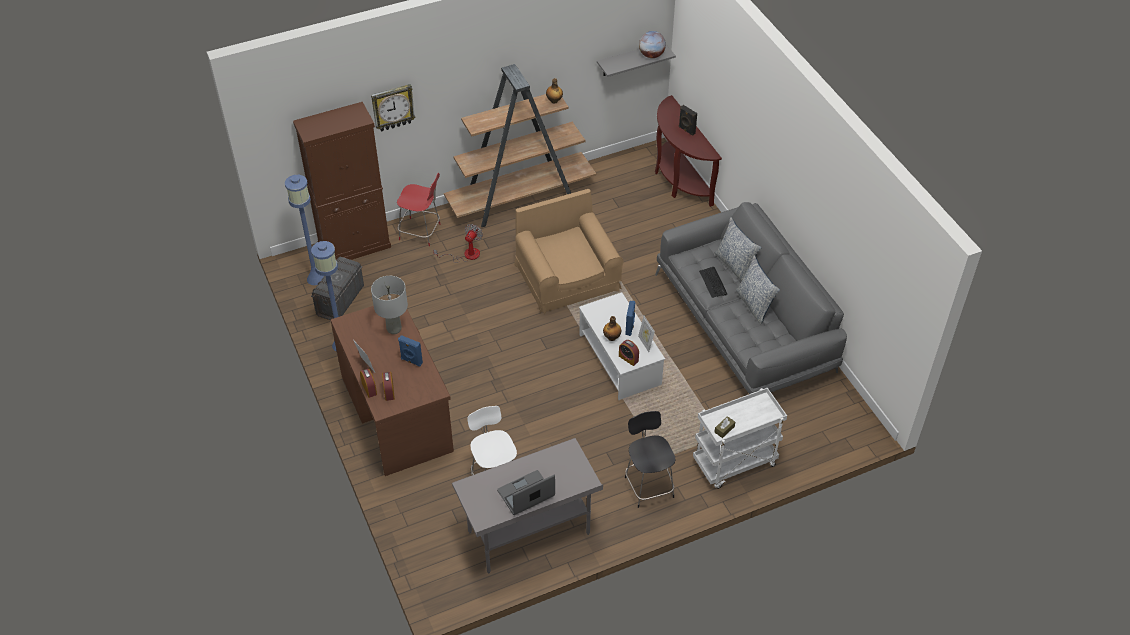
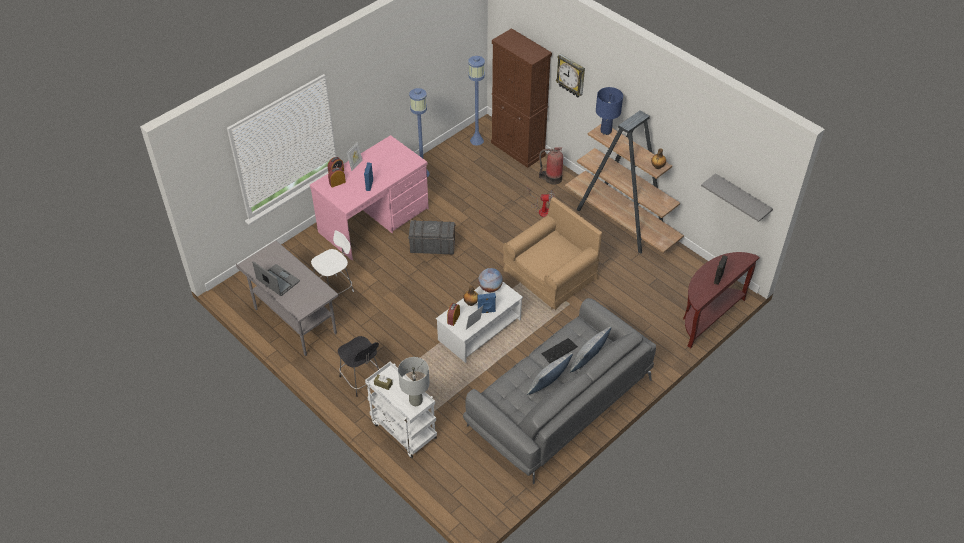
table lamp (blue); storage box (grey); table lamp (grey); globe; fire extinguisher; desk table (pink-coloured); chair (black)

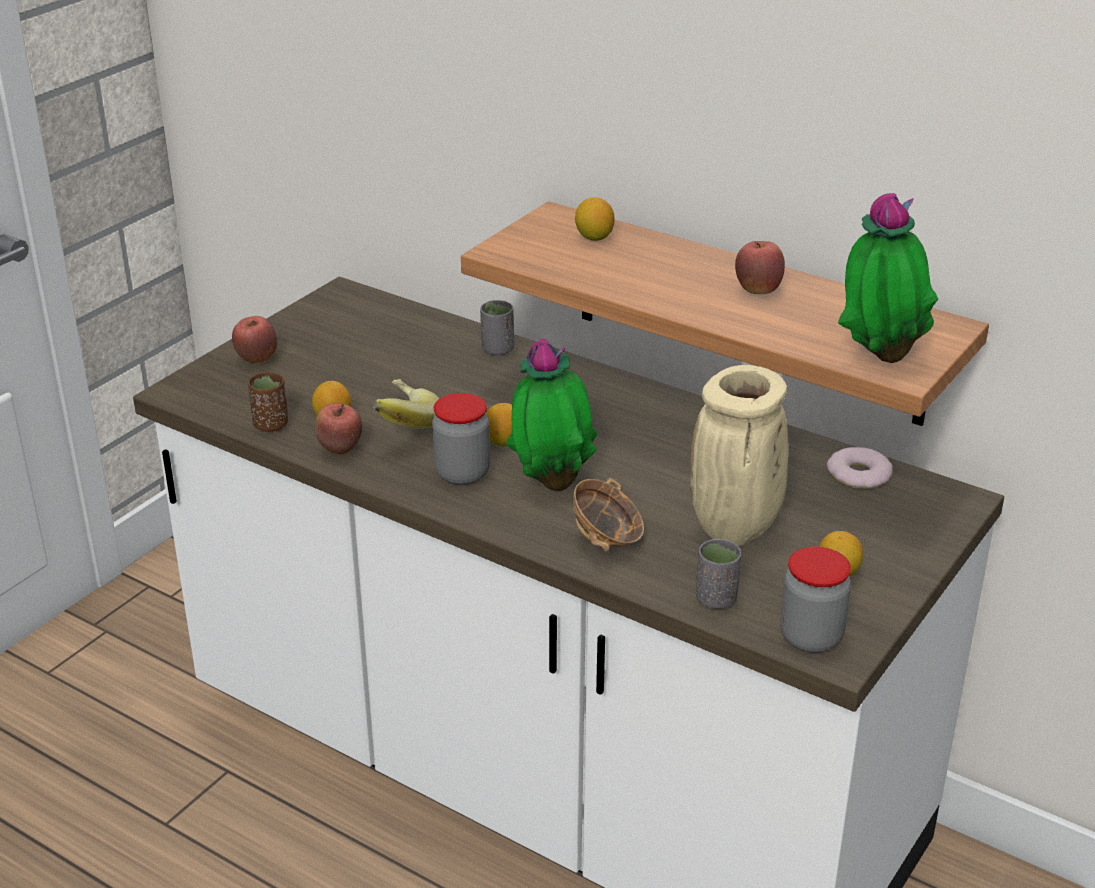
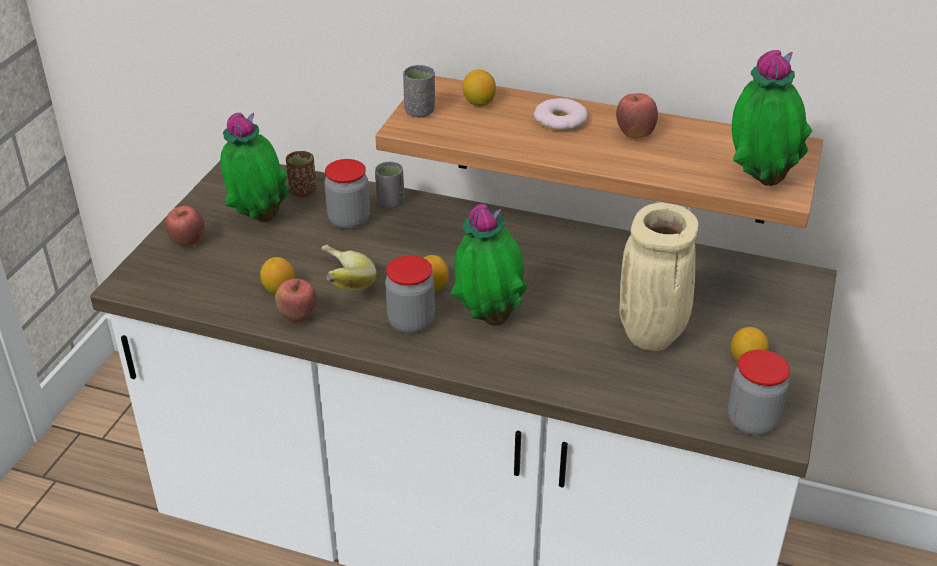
deep dish; plant in a pot (no. 1 from left); storage jar (no. 1 from left); cup (brown); cup (grey) (no. 2 from left); ring doughnut

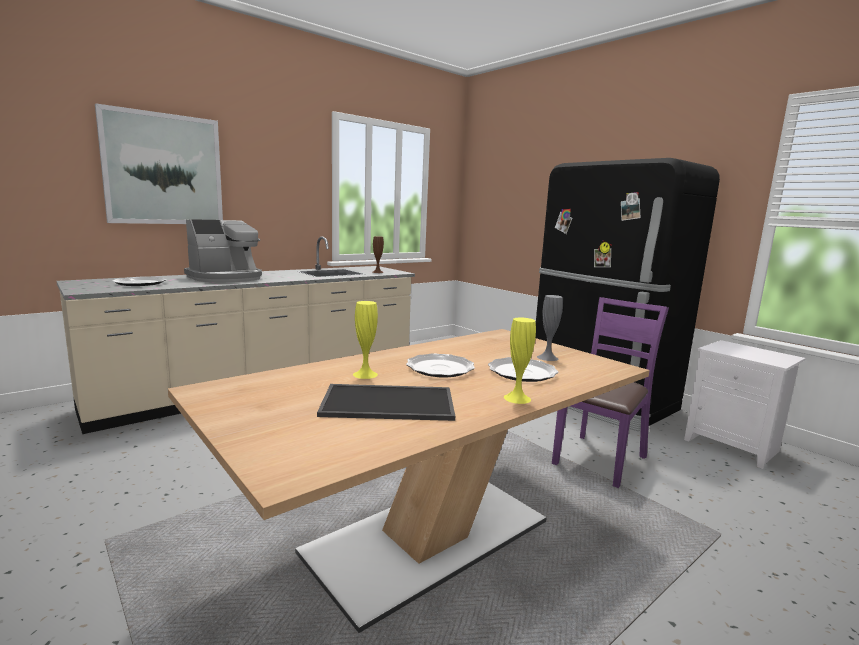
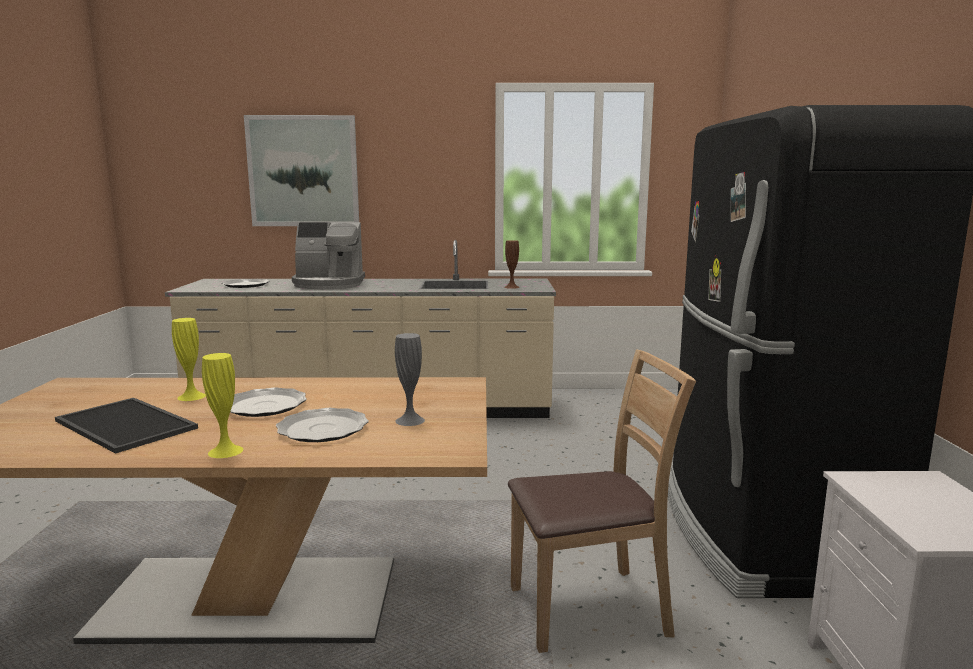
chair (brown)

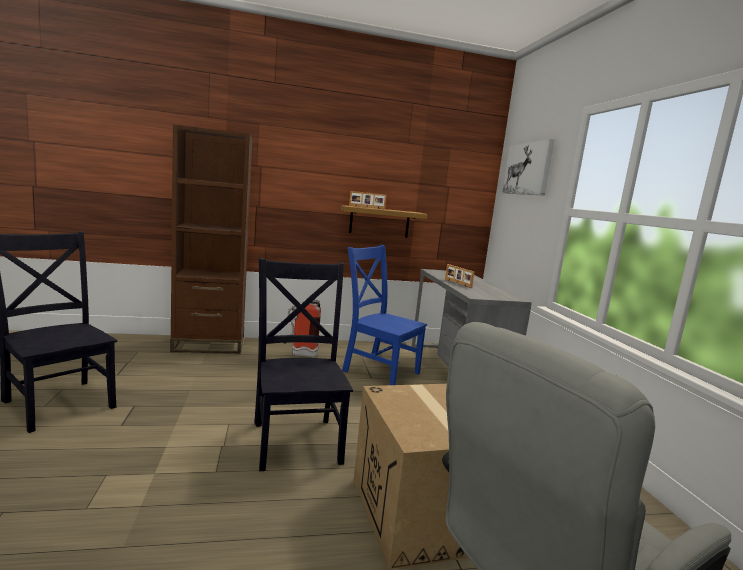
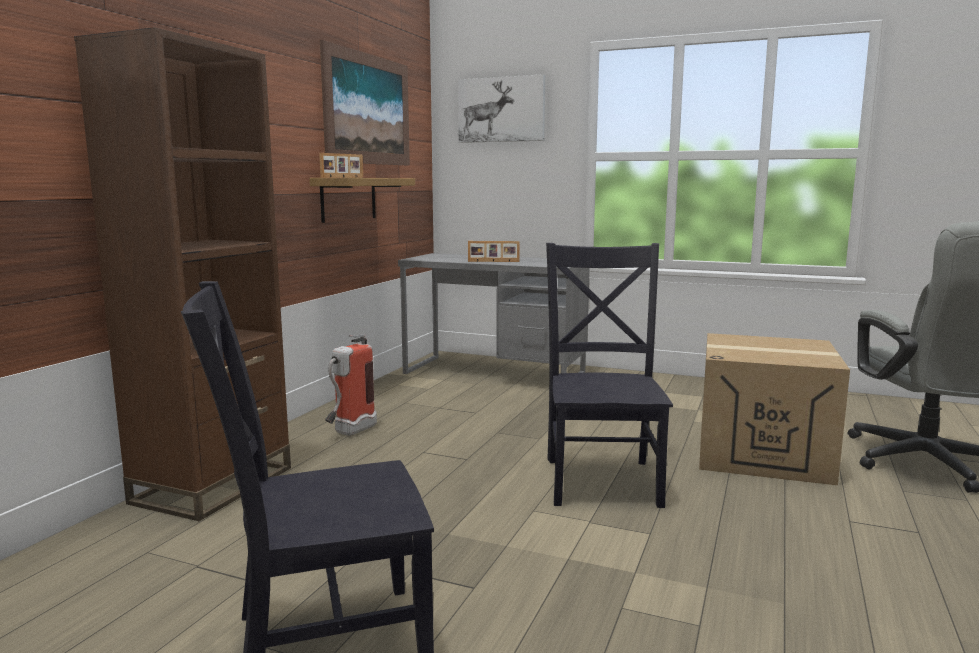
chair (blue); wall art (no. 1 from left); chair (black) (no. 2 from left)

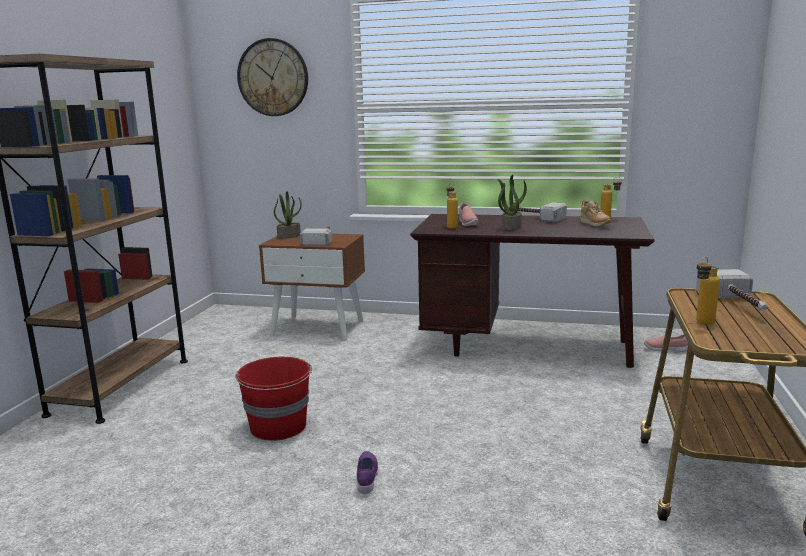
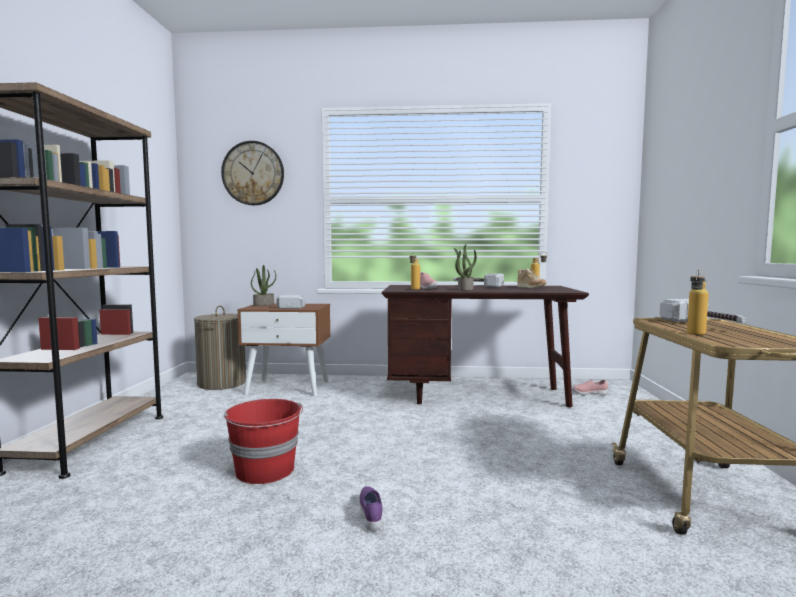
washing basket

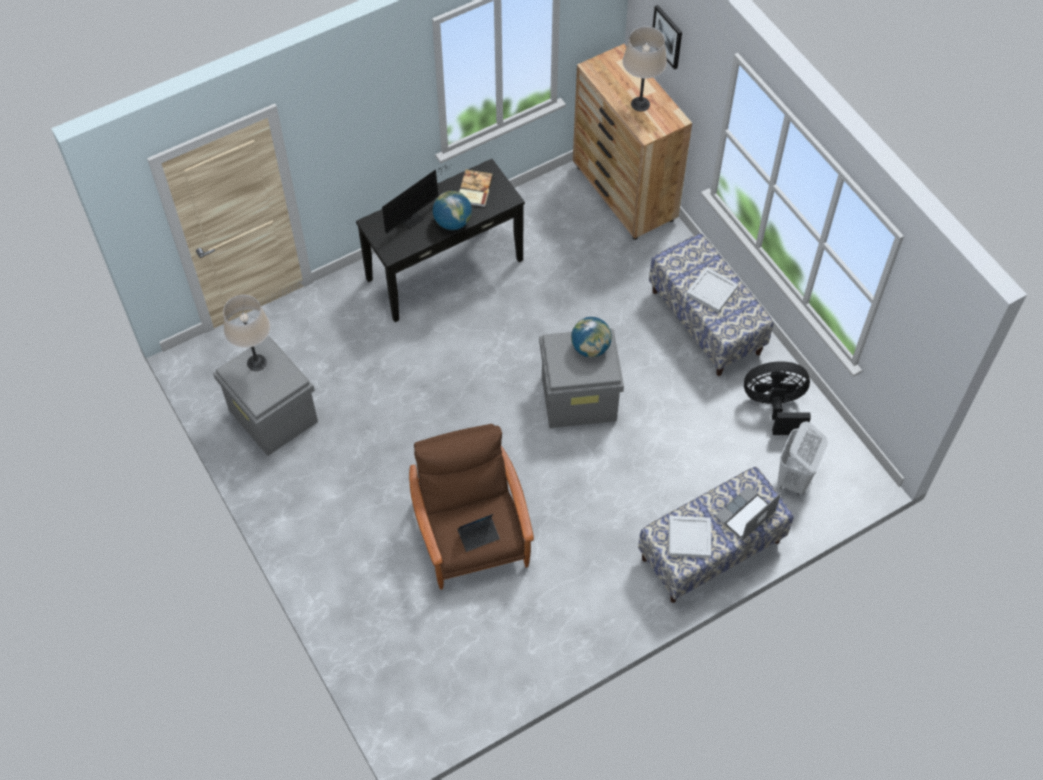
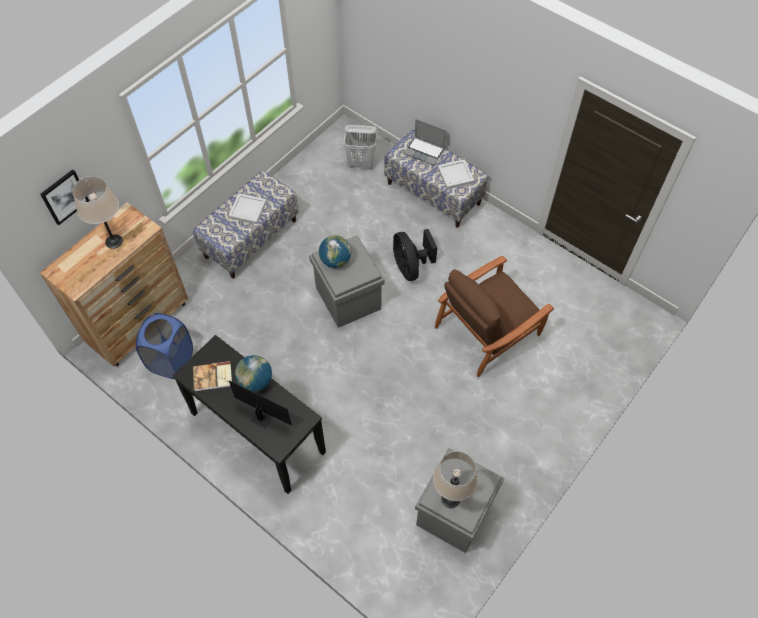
laptop (no. 1 from left in the first image); washing basket (blue); fan (black)

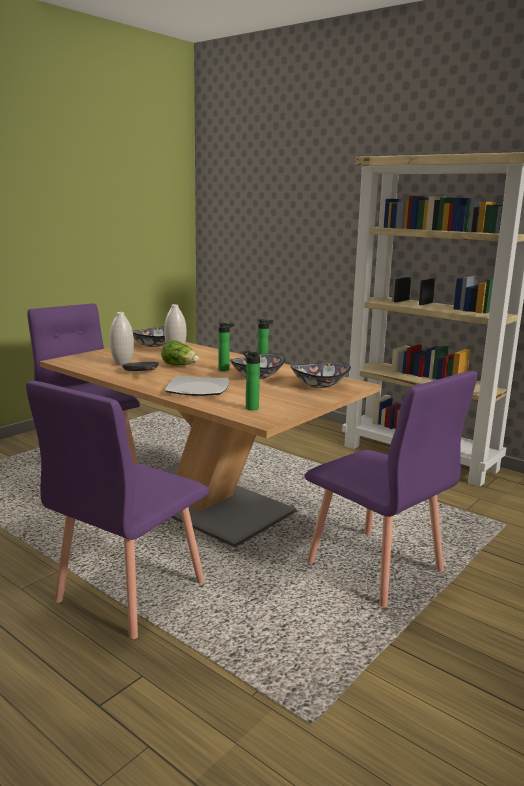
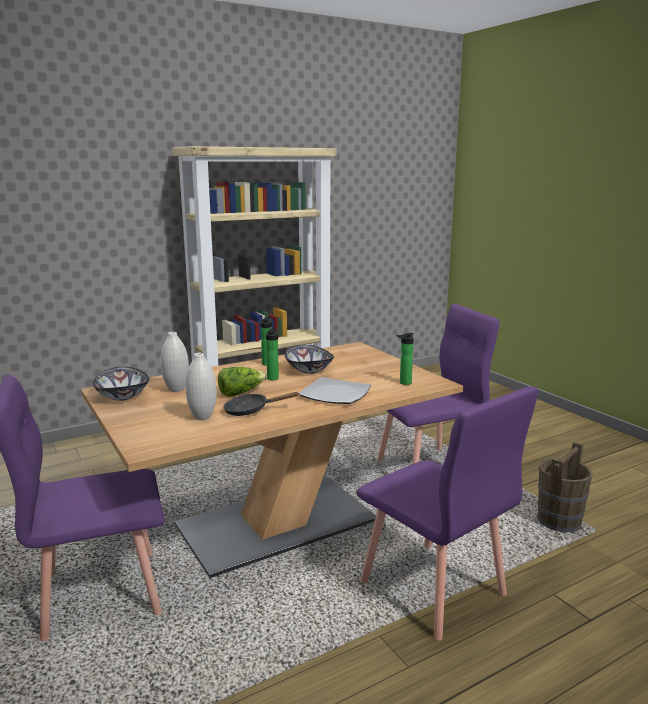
deep dish (no. 3 from left in the first image); bucket (brown)

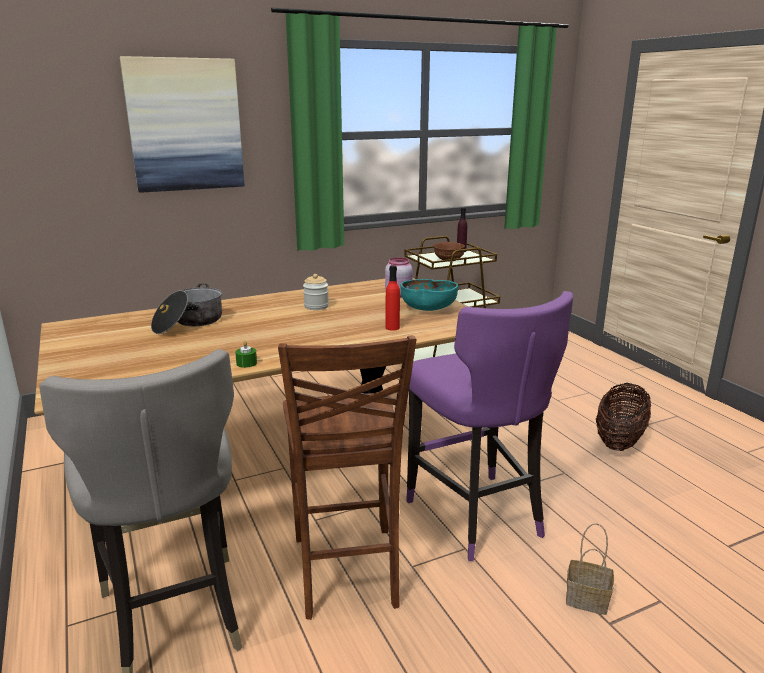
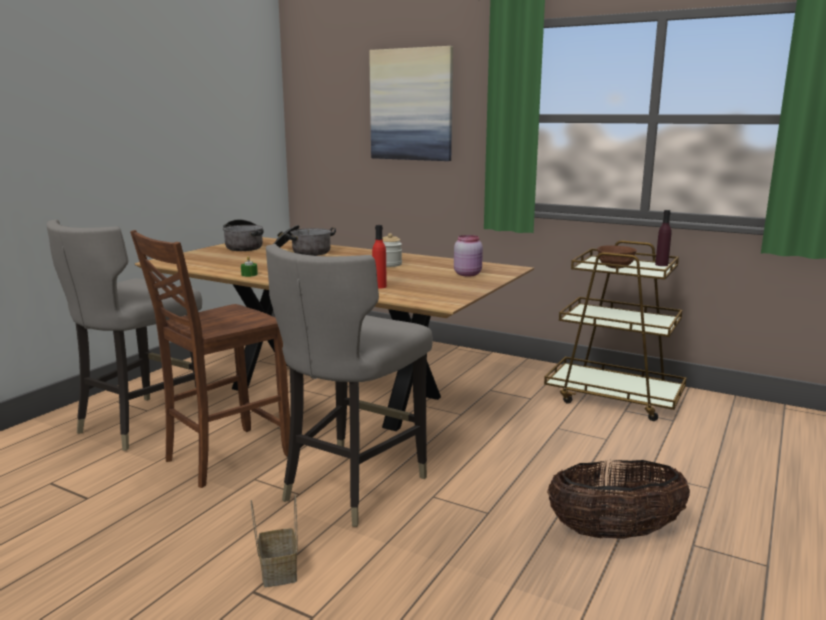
deep dish (blue-green); saucepot (no. 1 from left); sitting stool (grey) (no. 2 from left)

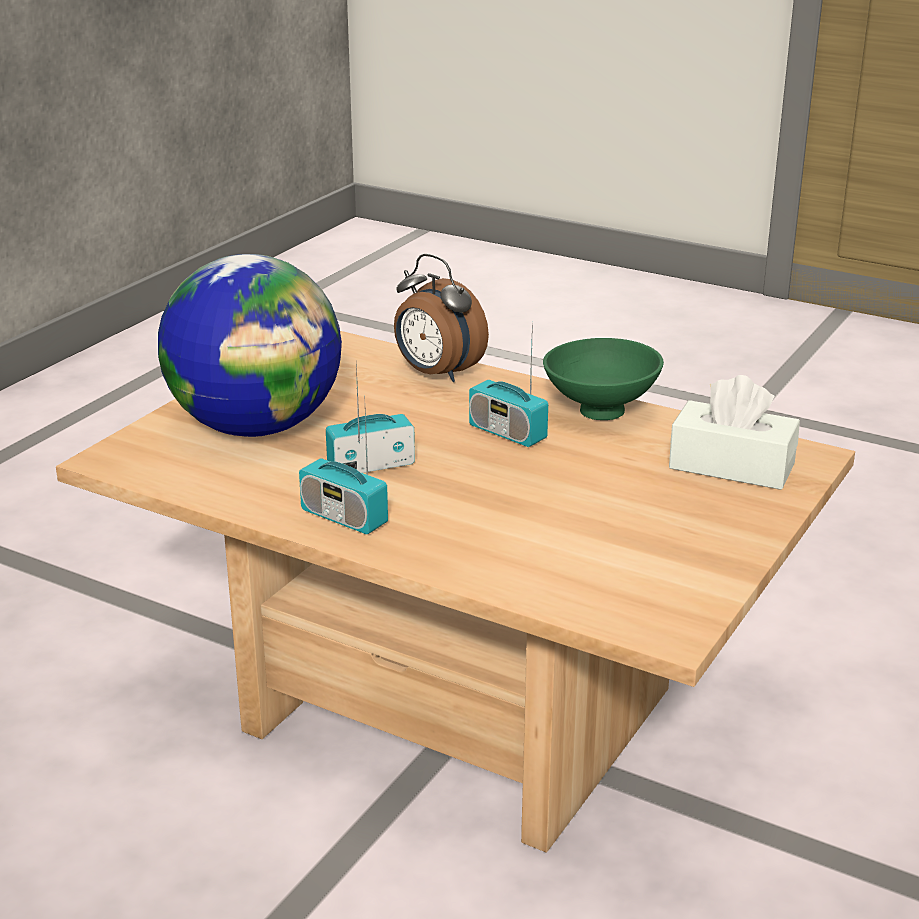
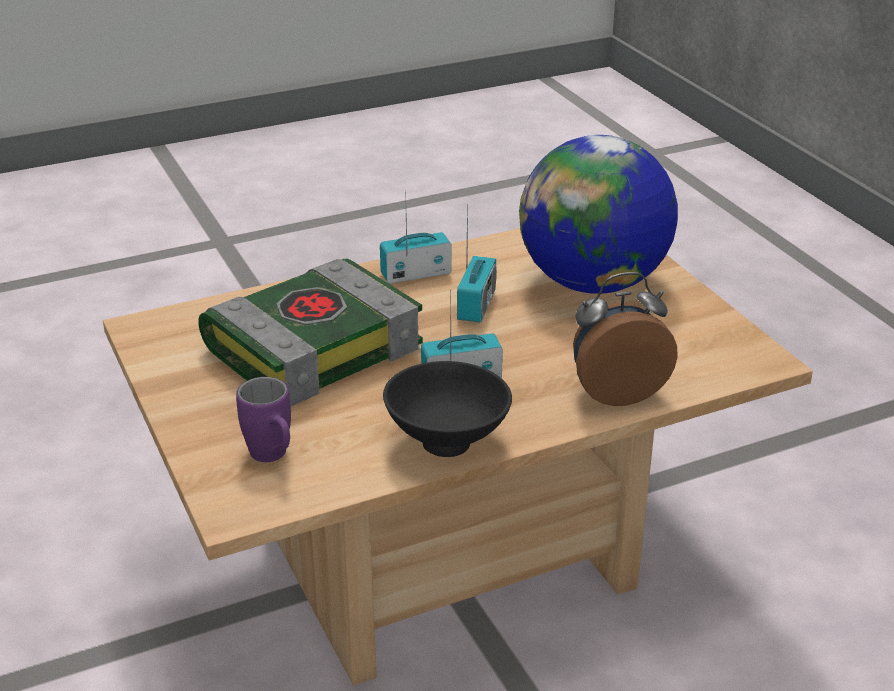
book; coffee mug (purplish); deep dish (black)

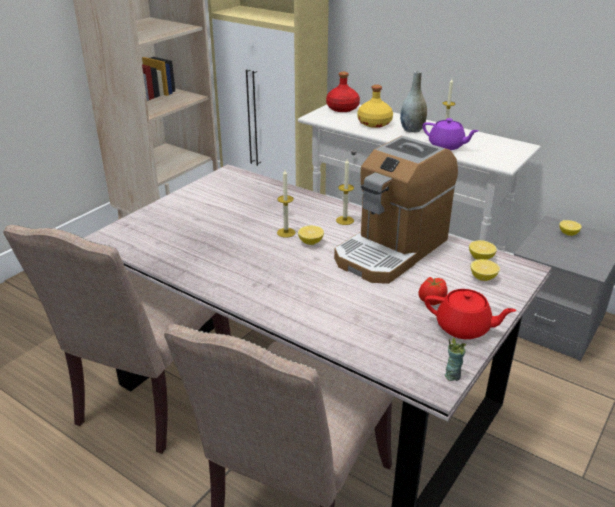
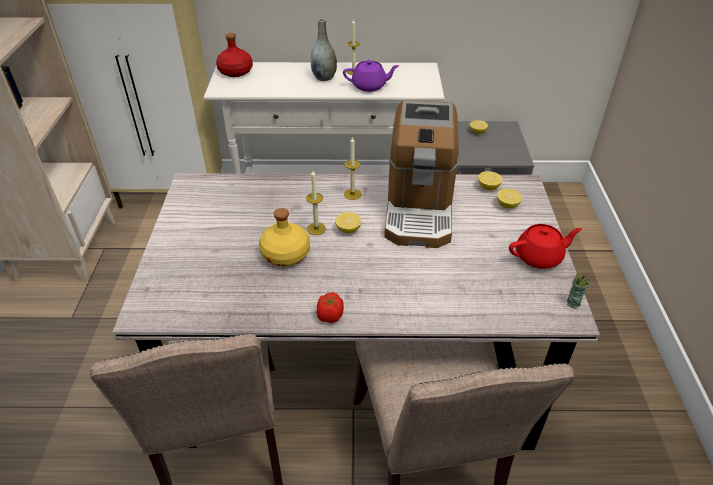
drink bottle (yellow); whole tomato

